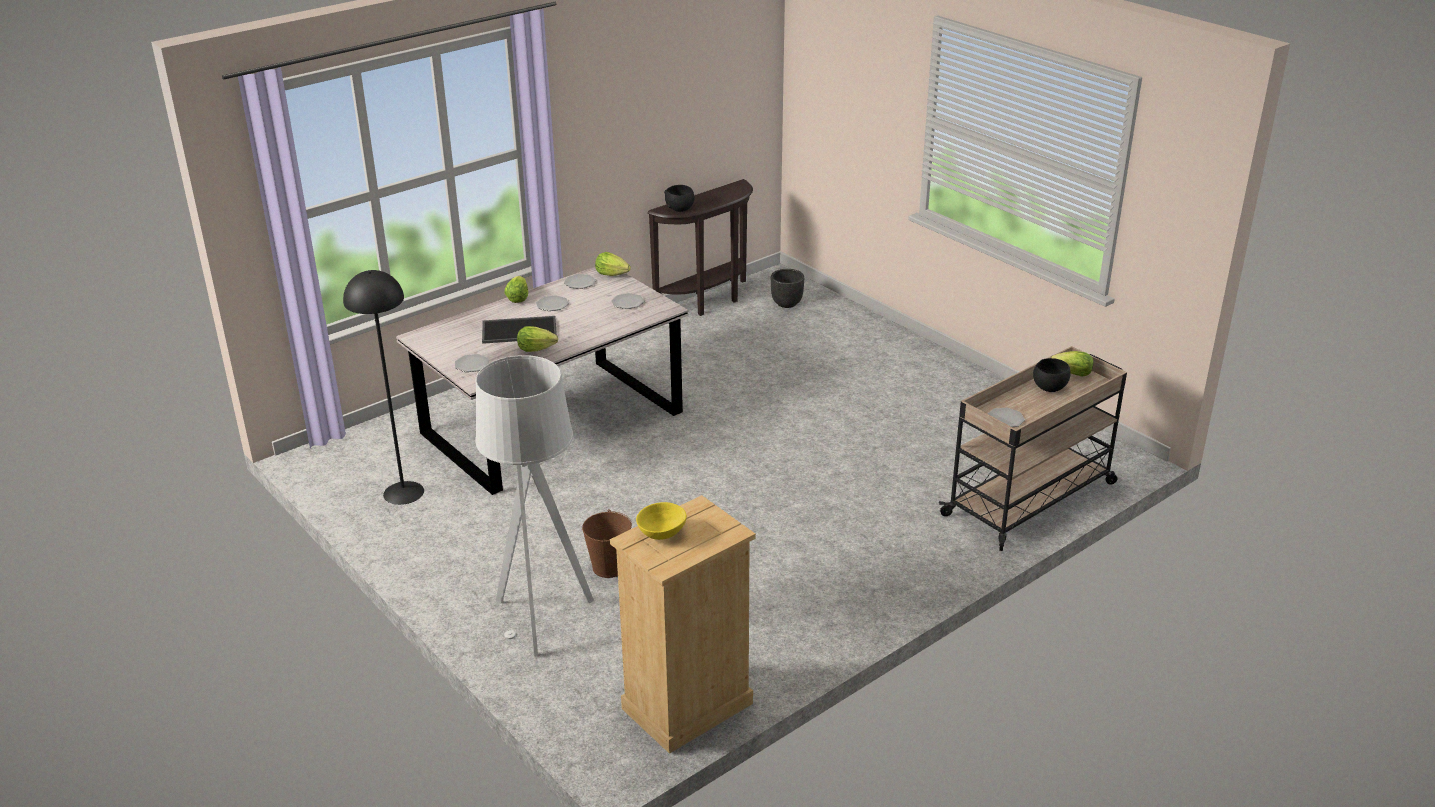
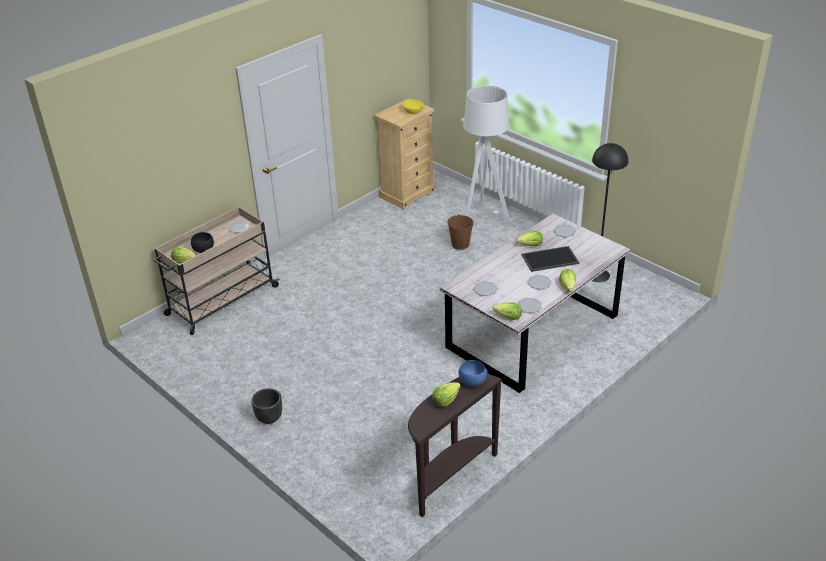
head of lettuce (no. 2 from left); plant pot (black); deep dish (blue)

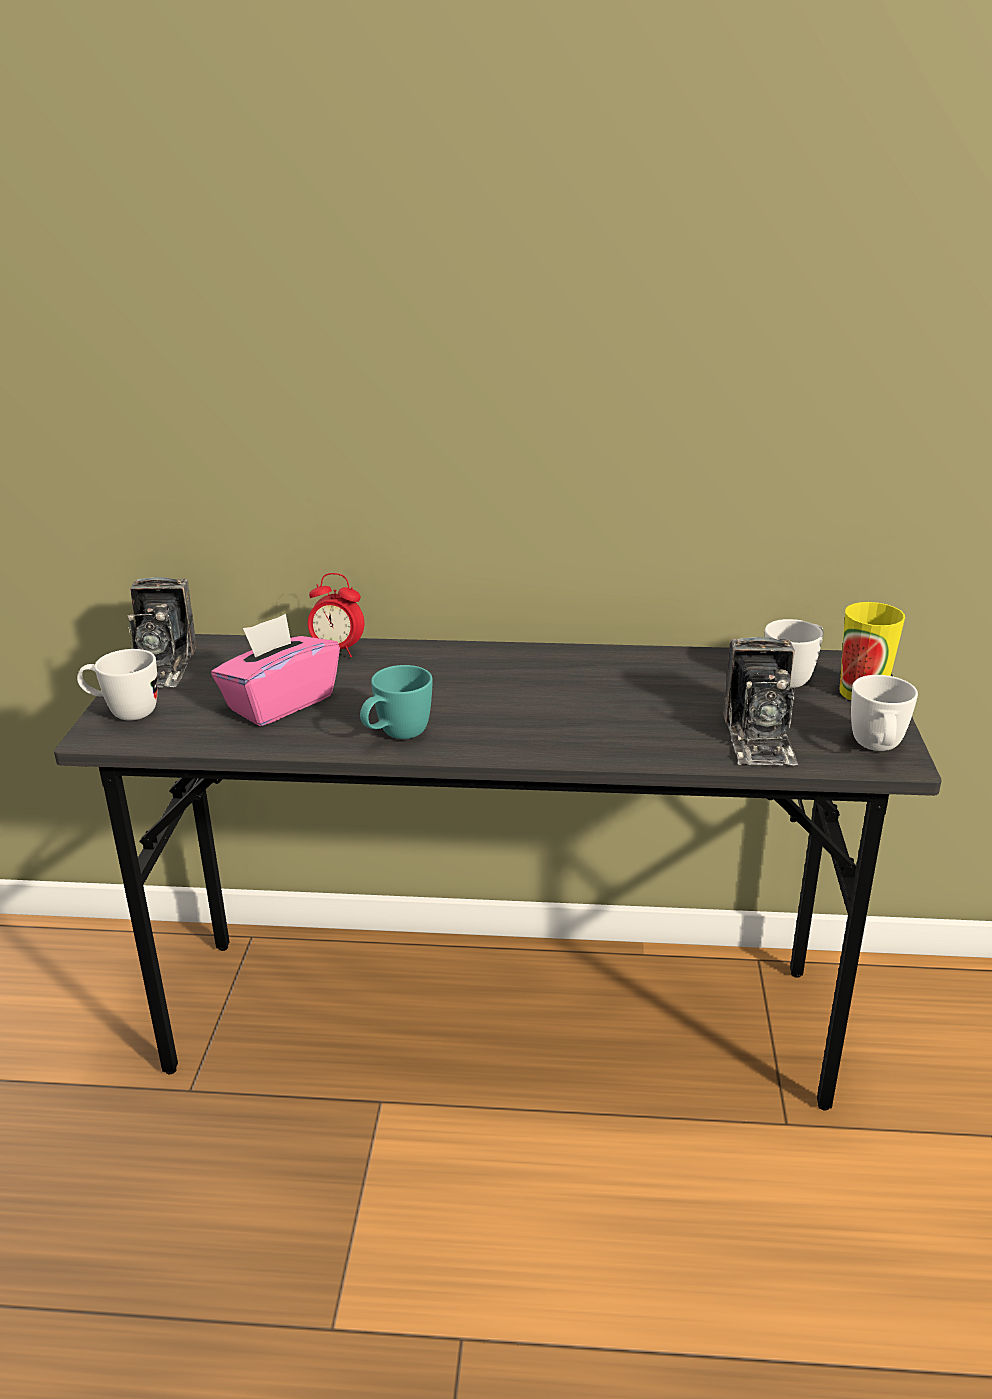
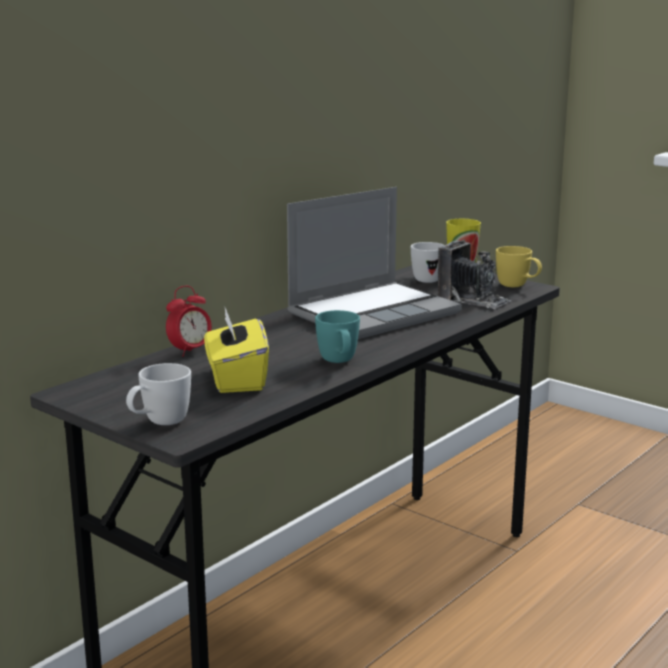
photo camera (no. 1 from left in the first image); laptop; tissue box (yellow); coffee mug (yellow)

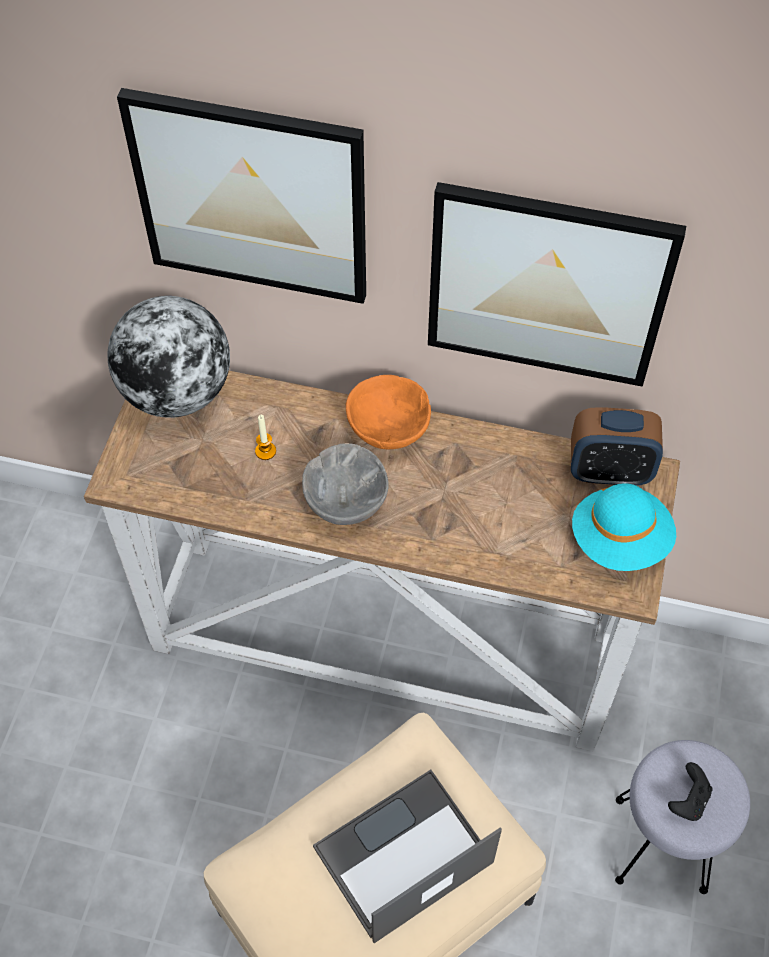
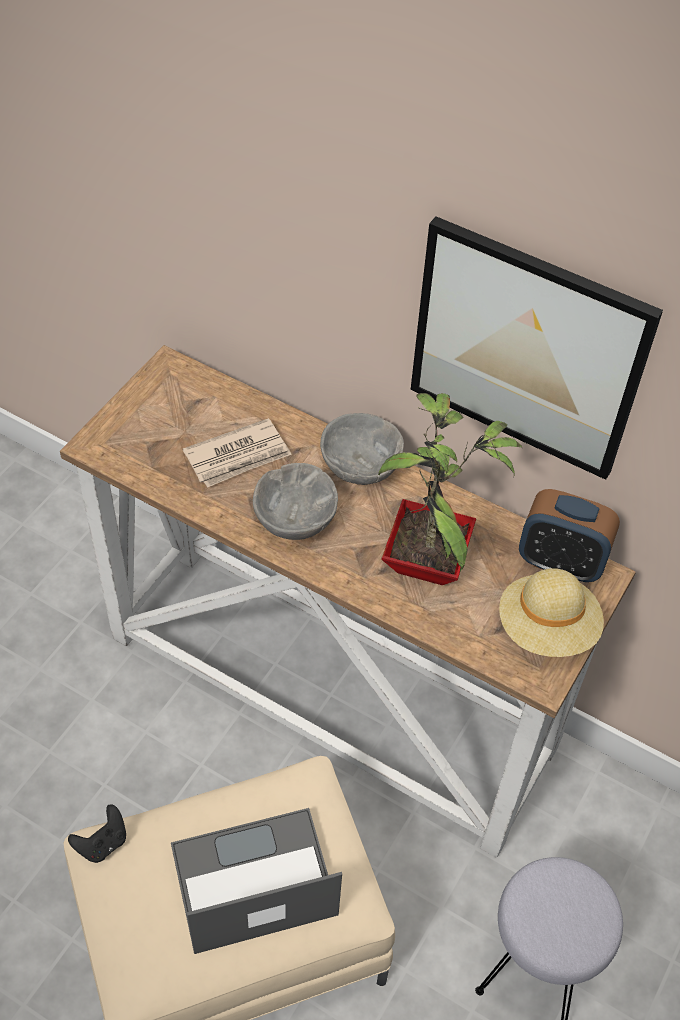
globe; wall art (no. 1 from left in the first image); plant in a pot; gamepad (black); newspaper; deep dish (grey) (no. 2 from left); hat (beige-coloured)

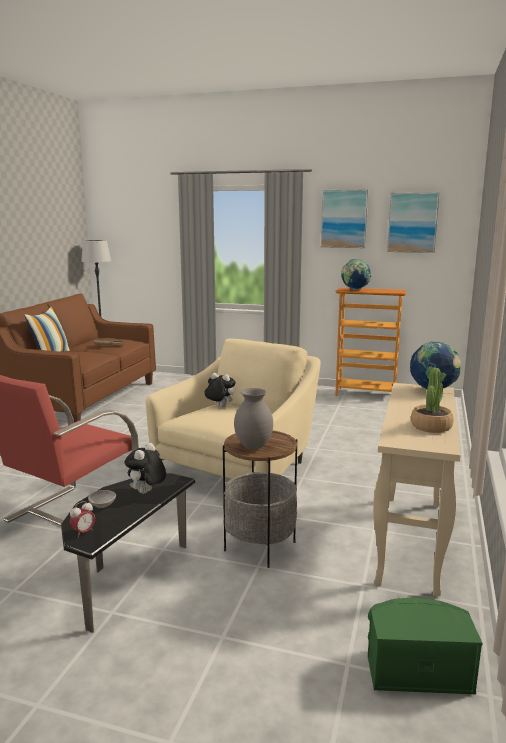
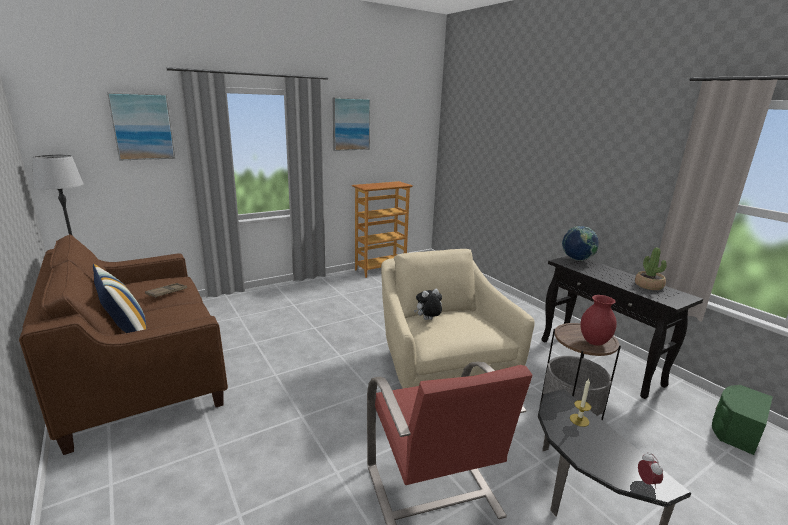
deep dish (grey); globe (no. 1 from left in the first image); wall art (no. 1 from left); wax candle; flower vase (reddish); narrow table (black)

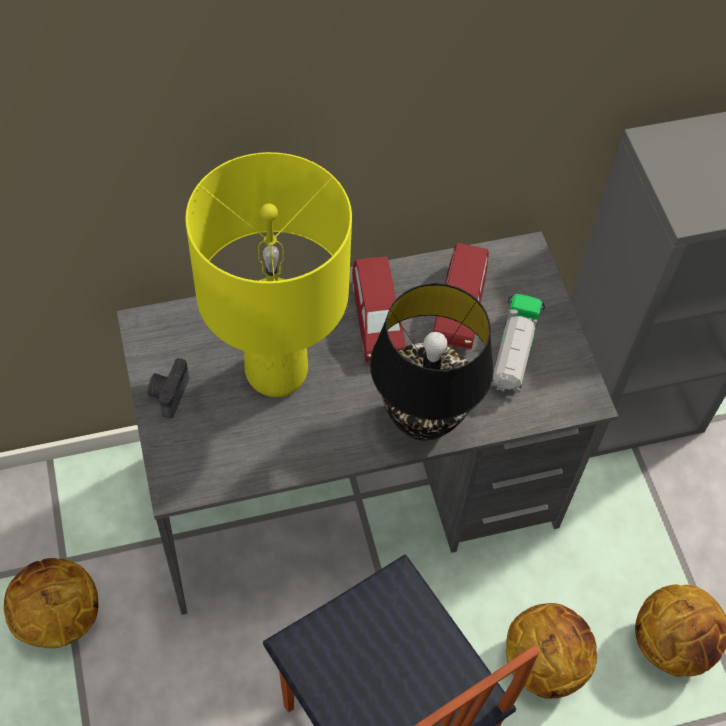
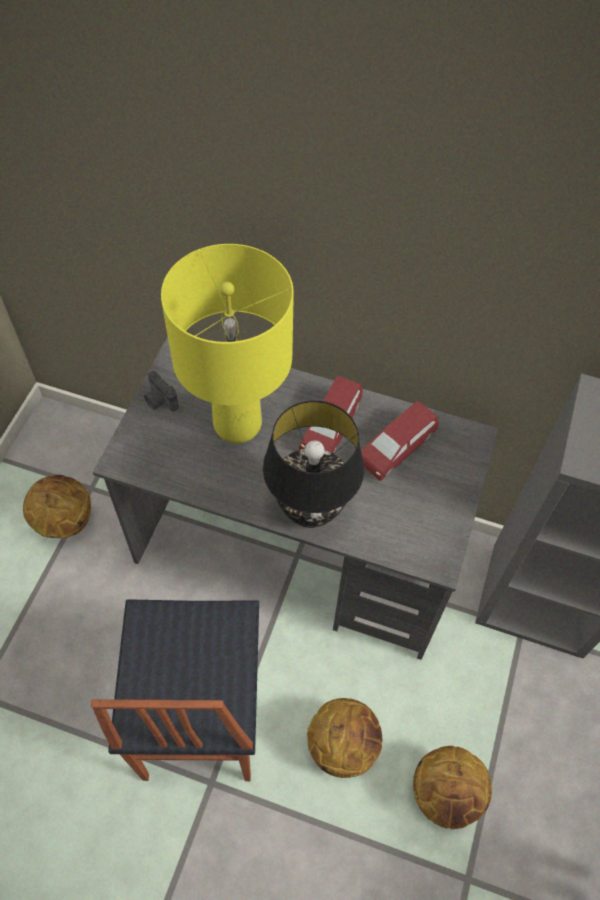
model truck; photo camera

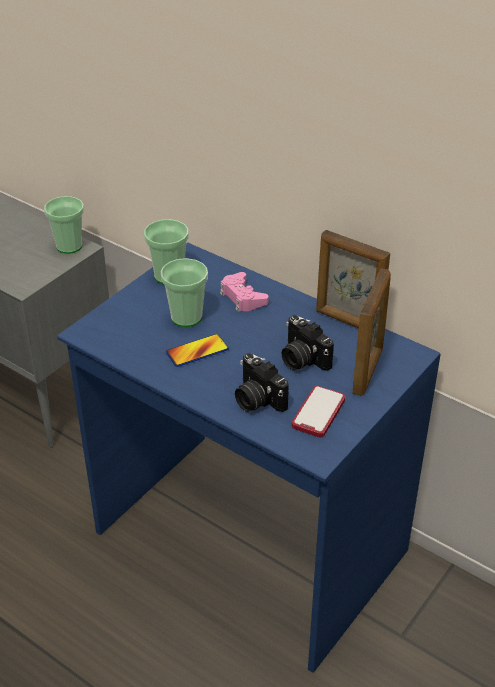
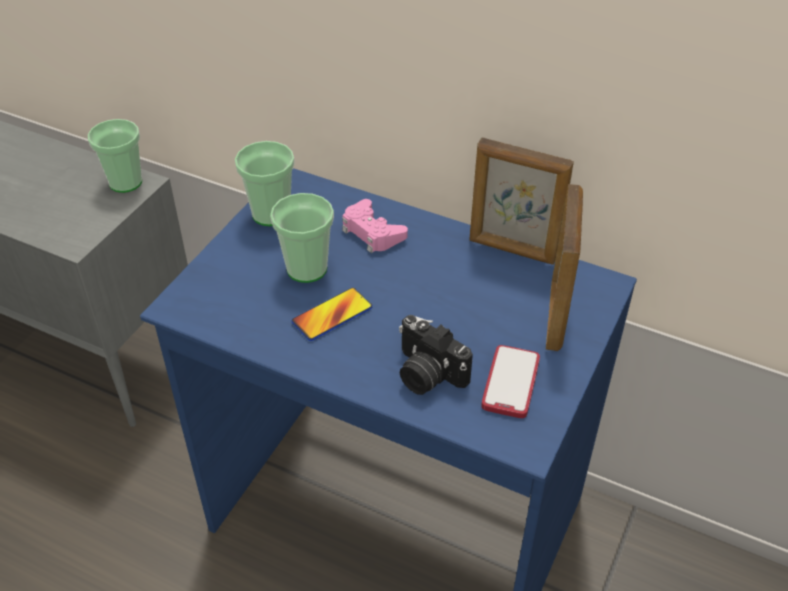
photo camera (no. 2 from left in the first image)

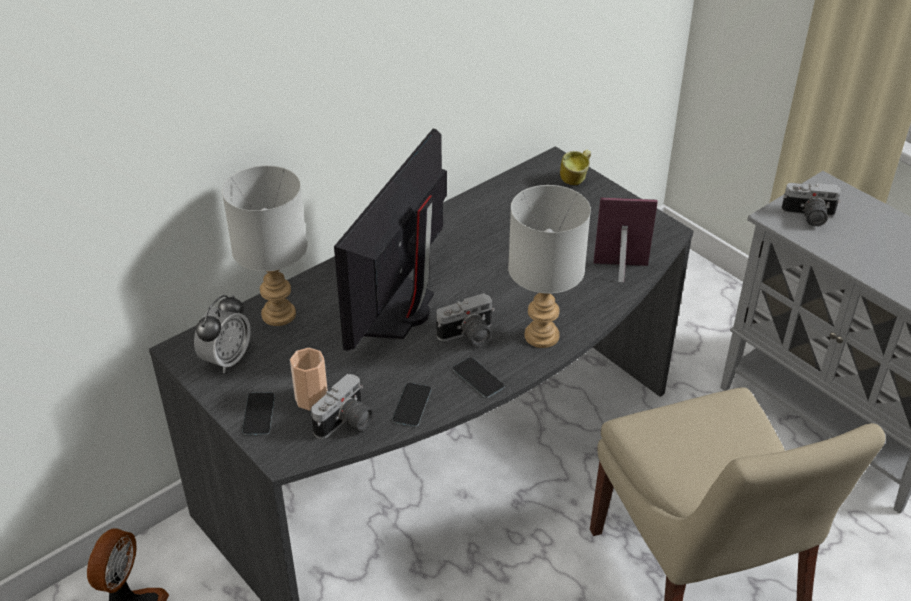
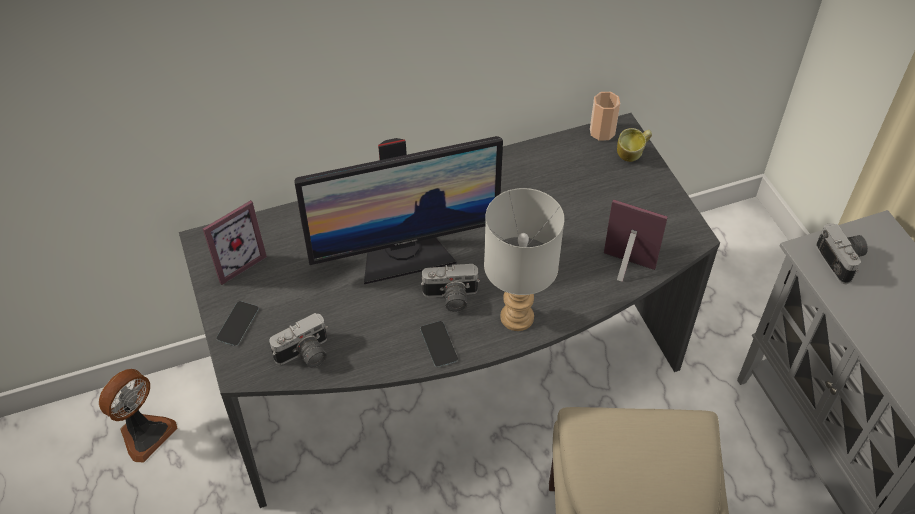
table lamp (grey) (no. 1 from left in the first image); phone (no. 2 from left in the first image); cup; picture frame (no. 1 from left); computer display; photo camera (no. 3 from left)

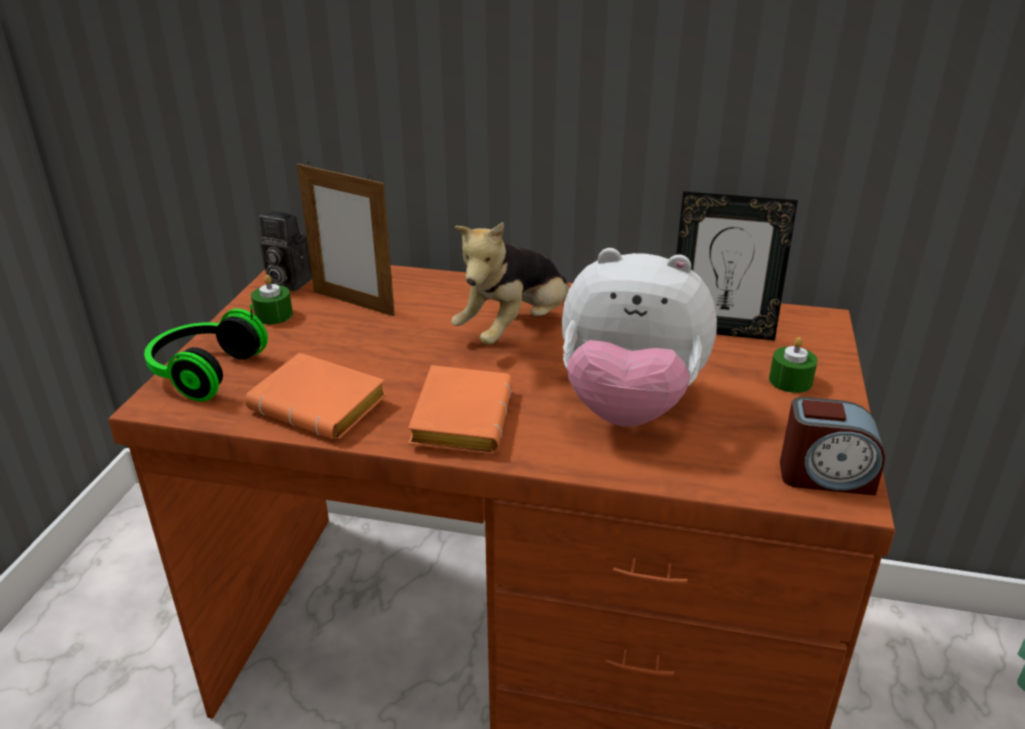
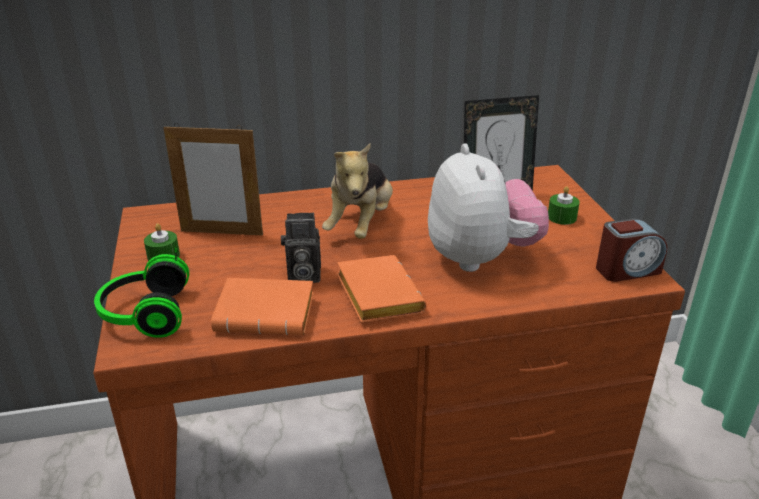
photo camera; soft toy (no. 2 from left)

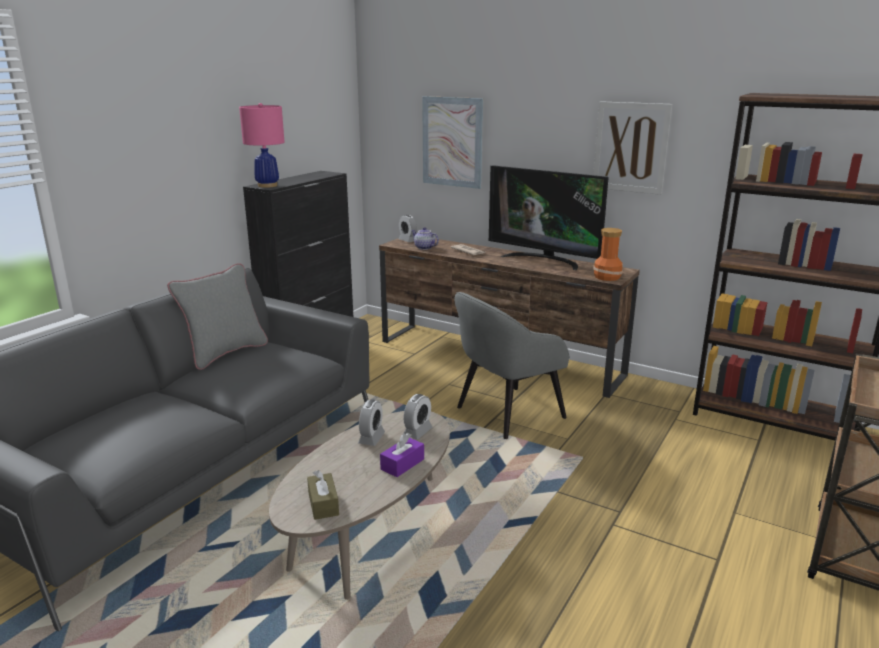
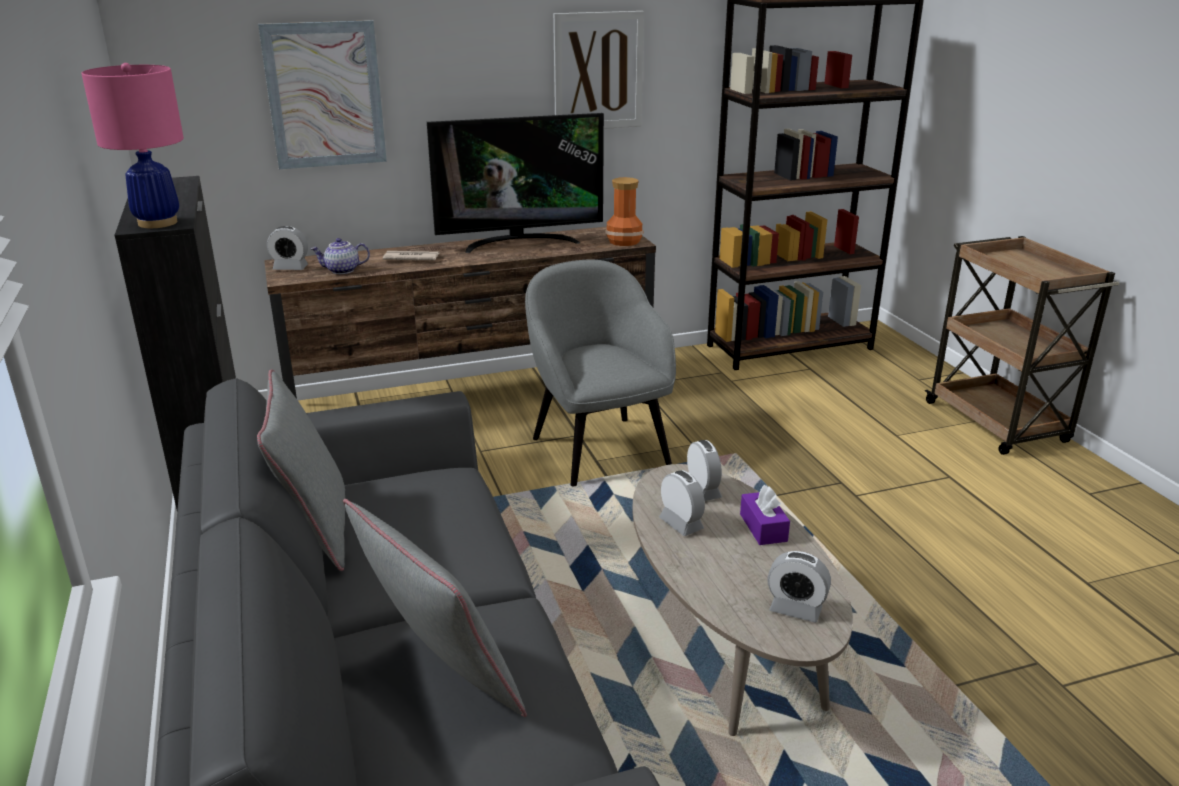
cushion (grey) (no. 2 from left); alarm clock (no. 4 from left); armchair (grey)

